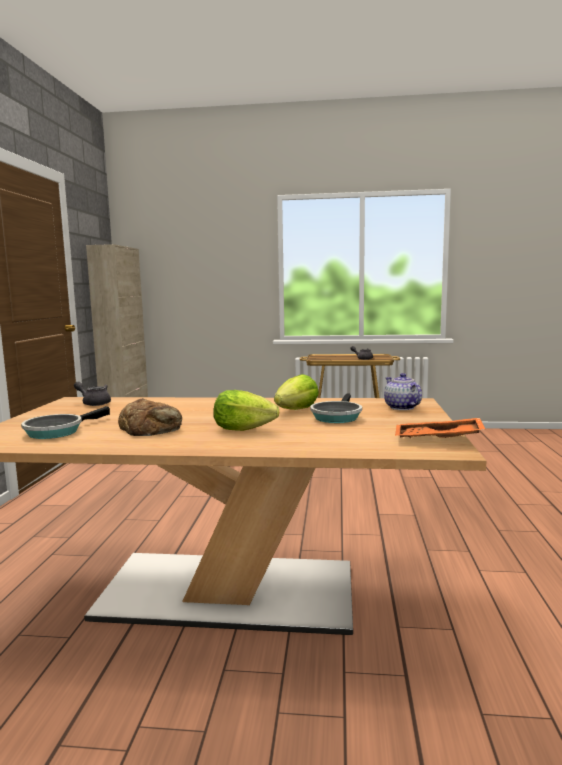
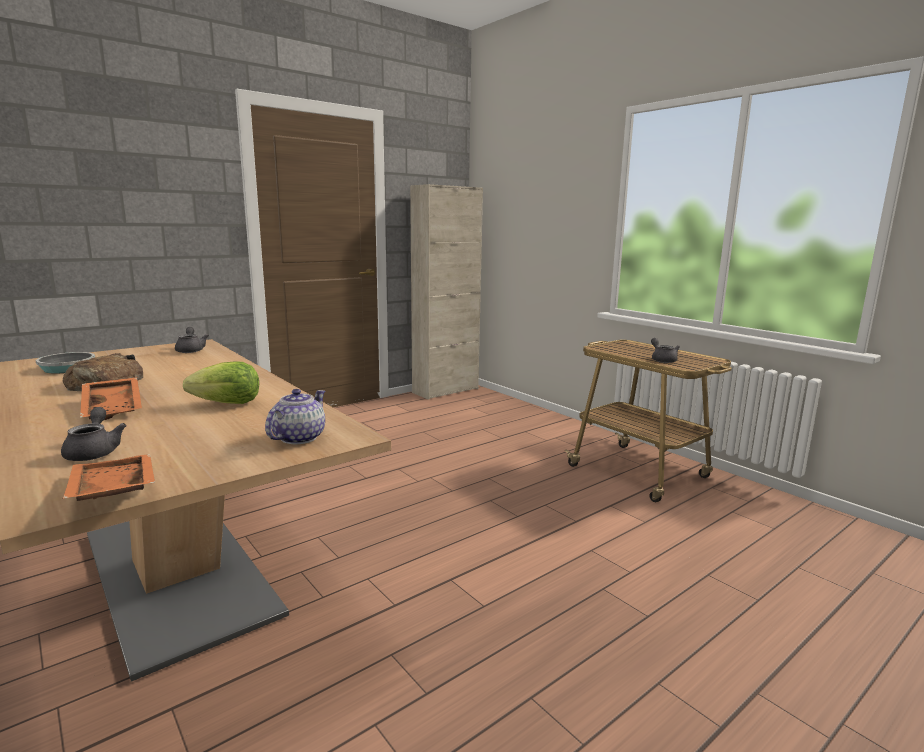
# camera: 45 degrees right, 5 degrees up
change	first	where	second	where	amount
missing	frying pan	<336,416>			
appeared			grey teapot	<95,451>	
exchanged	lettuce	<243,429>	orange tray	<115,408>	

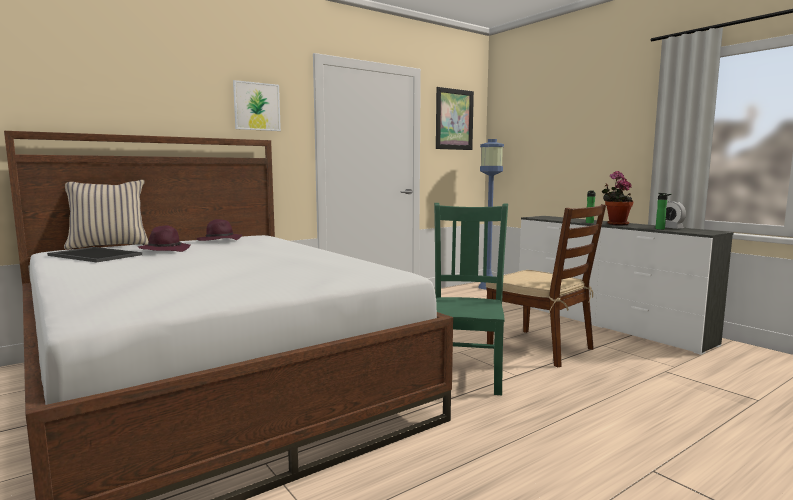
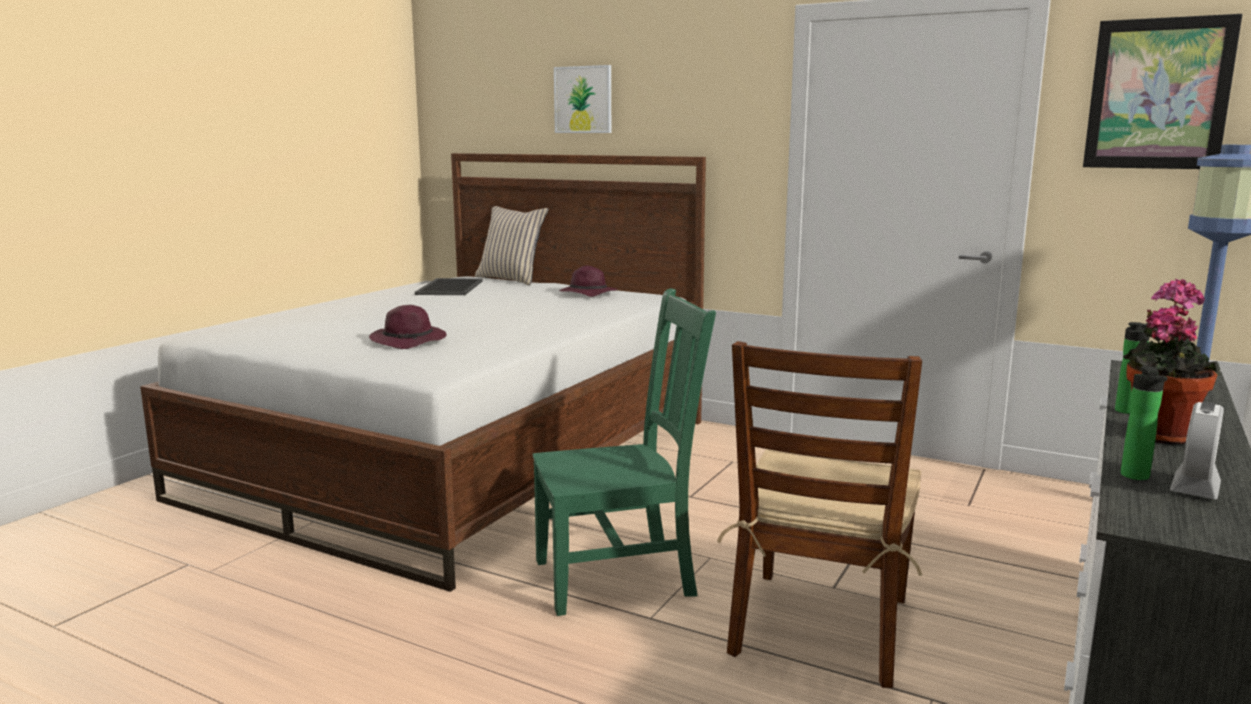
# camera: 65 degrees right, 5 degrees up
change	first	where	second	where	amount
relocated	purple hat	<165,250>		<410,341>	
relocated	picture	<257,106>		<583,99>	

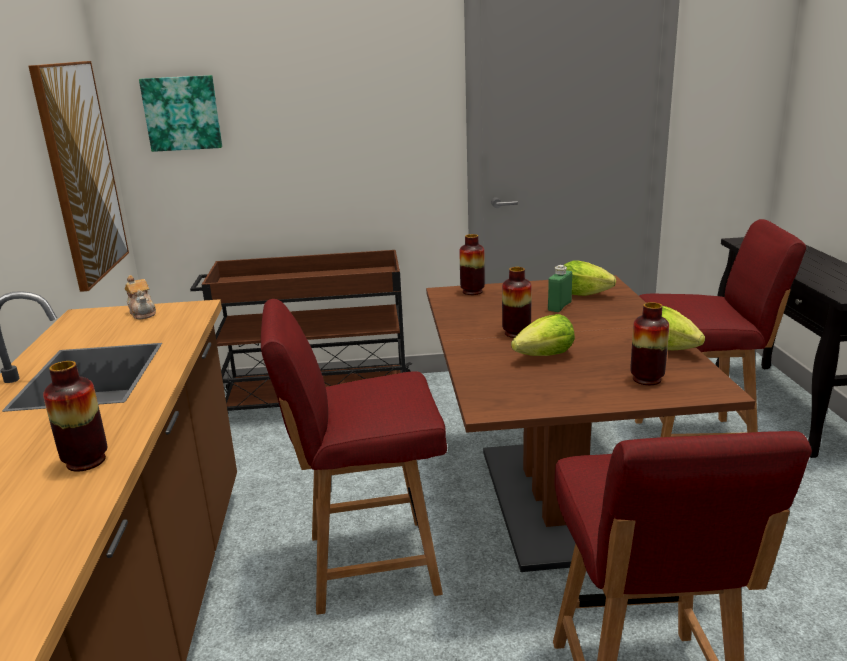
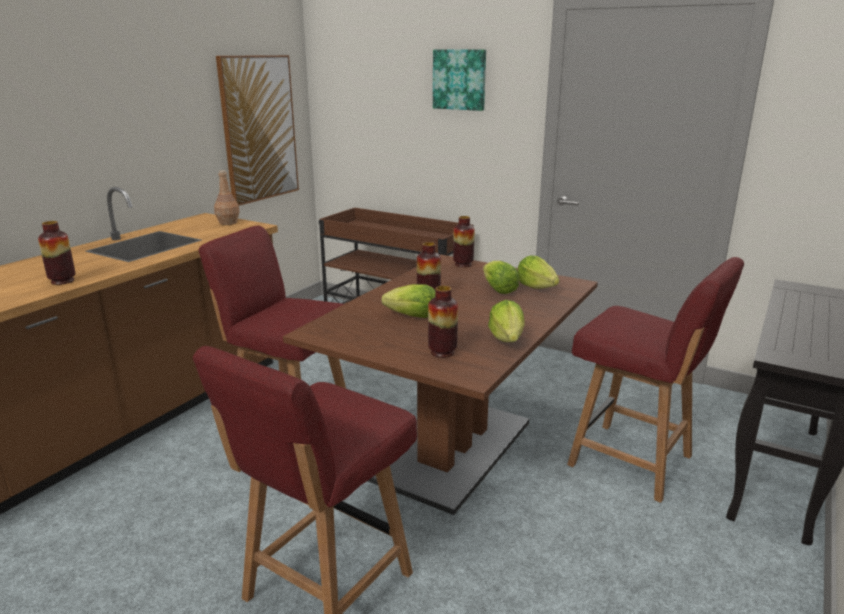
# camera: 35 degrees right, 0 degrees up
change	first	where	second	where	amount
relocated	picture	<182,113>		<460,79>	
exchanged	teapot	<143,313>	brown bottle	<228,222>	
exchanged	green bottle	<559,306>	lettuce	<498,290>	

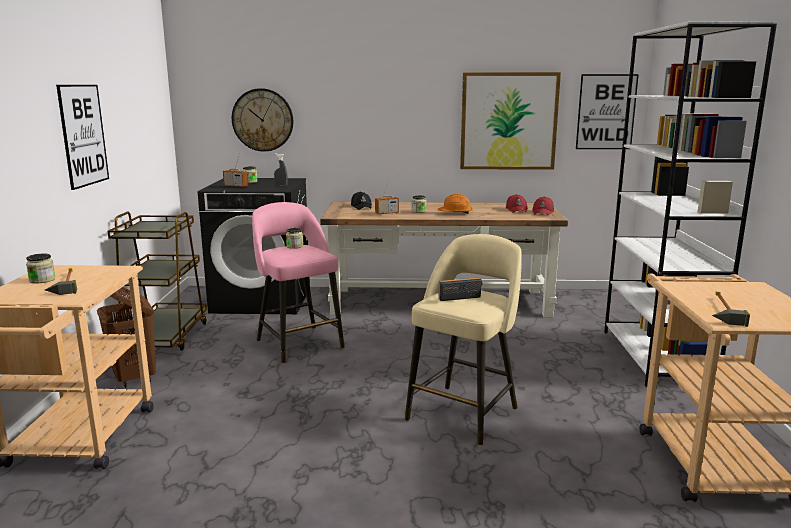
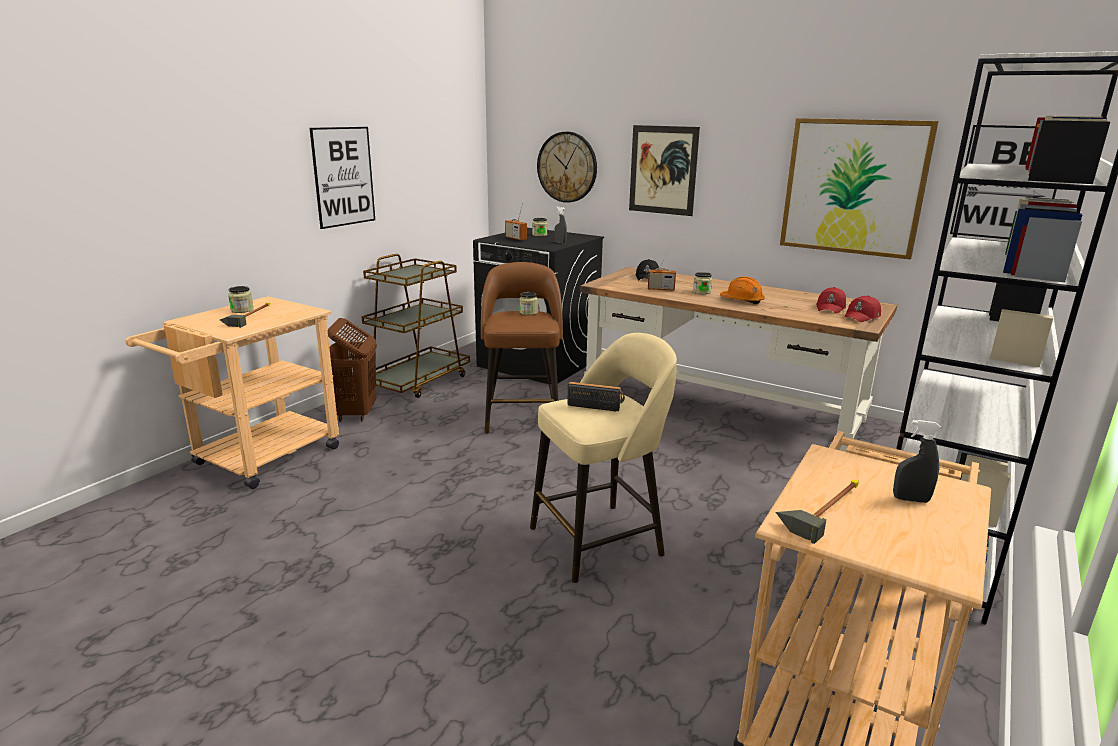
# camera: 30 degrees right, 5 degrees up
change	first	where	second	where	amount
appeared			picture	<663,170>	
appeared			grey spray bottle	<910,499>	
colour	pink stool	<298,343>	brown stool	<522,416>	

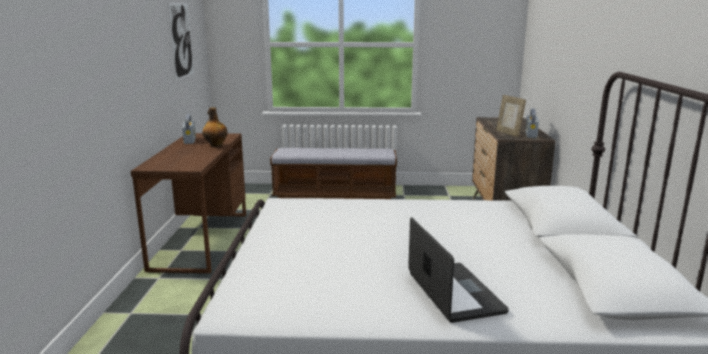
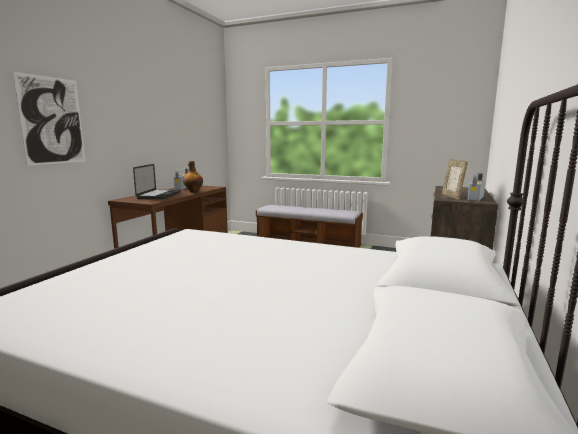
# camera: 20 degrees right, 5 degrees down
change	first	where	second	where	amount
relocated	picture	<181,40>		<52,121>	
relocated	laptop	<454,293>		<159,195>	

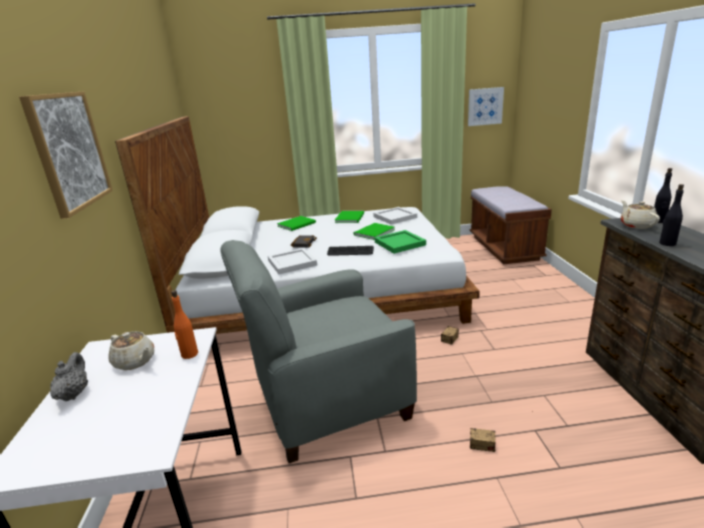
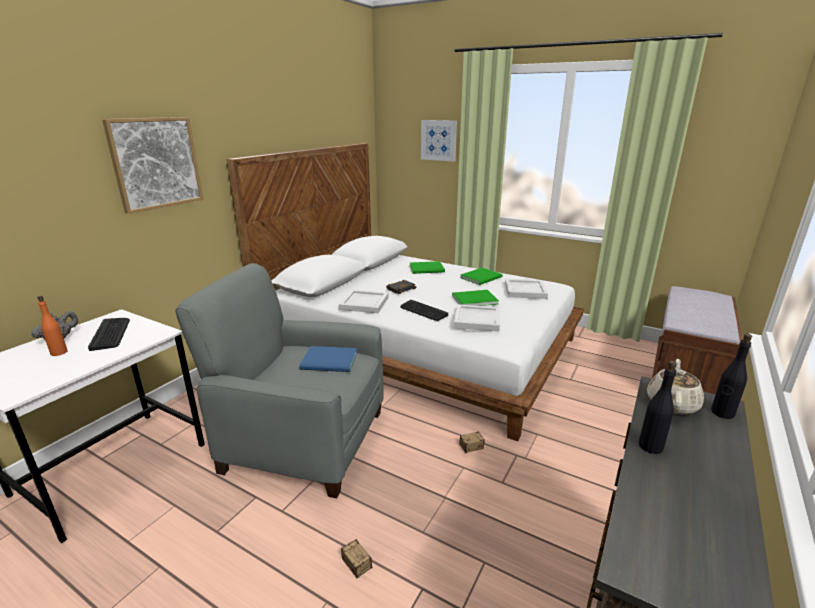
# camera: 35 degrees right, 0 degrees up
change	first	where	second	where	amount
appeared			blue book	<330,361>	
relocated	orange bottle	<189,354>		<58,352>	
relocated	picture	<485,106>		<438,140>	
exchanged	beige teapot	<135,362>	keyboard	<111,334>	
colour	green tray	<400,243>	white tray	<477,319>	

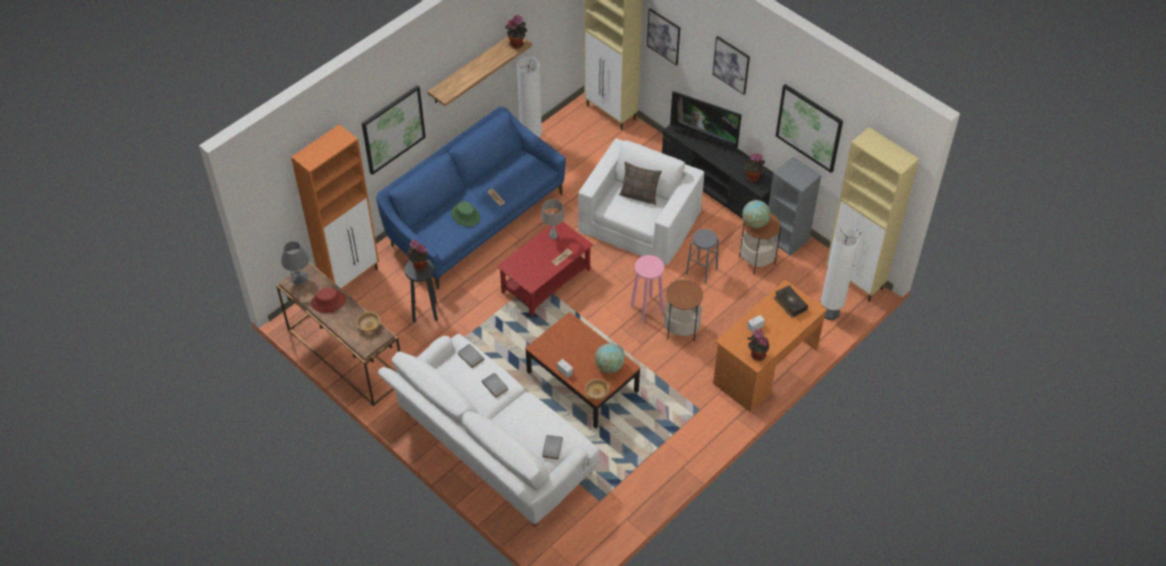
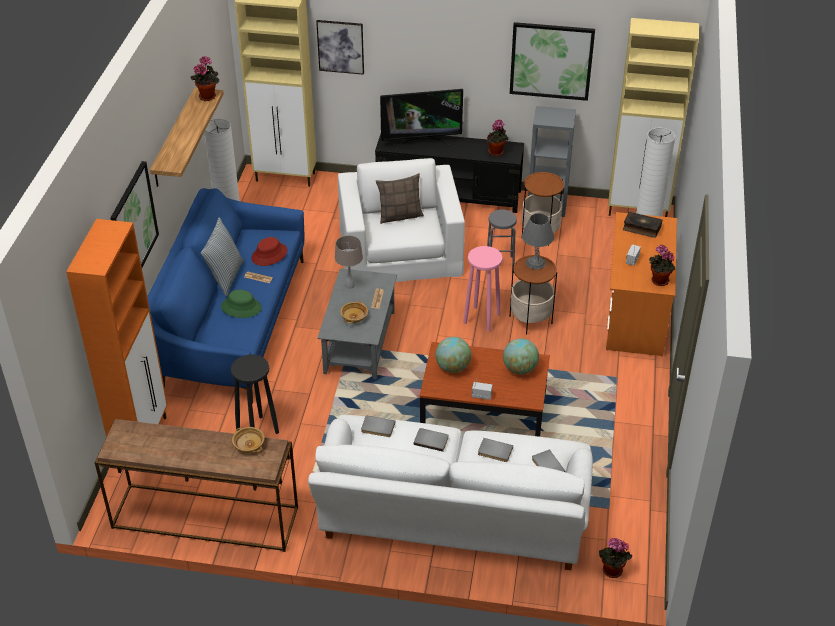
# camera: 35 degrees left, 10 degrees down
change	first	where	second	where	amount
missing	picture	<731,65>			
appeared			pillow	<225,277>	
appeared			grey book	<495,452>	
relocated	grey table lamp	<299,278>		<536,263>	
relocated	red hat	<328,302>		<269,255>	
relocated	potted plant	<419,265>		<611,571>	
relocated	beige bowl	<596,393>		<354,317>	
relocated	globe	<755,223>		<452,367>	
colour	red coffee table	<546,280>	grey coffee table	<359,341>	

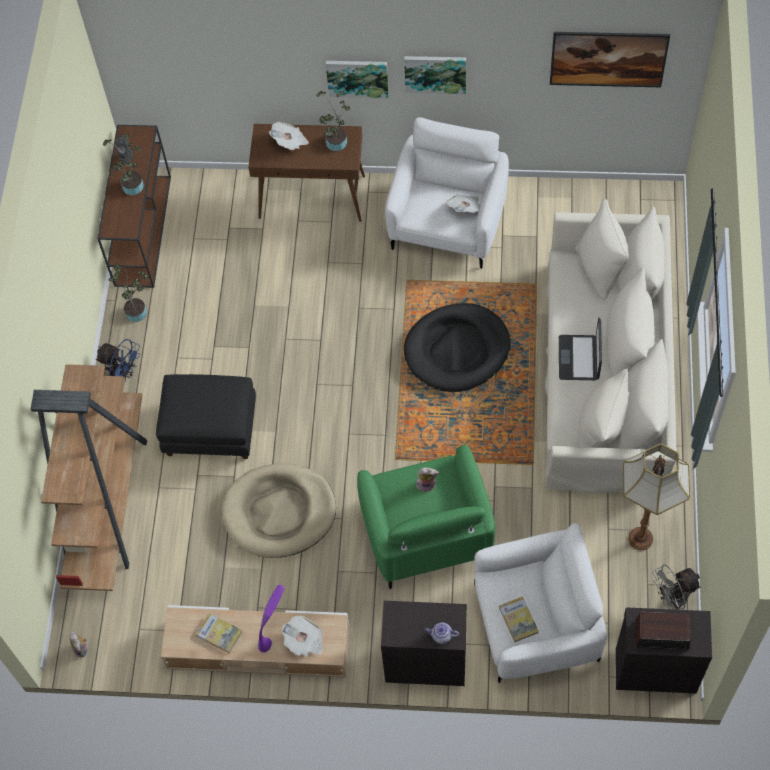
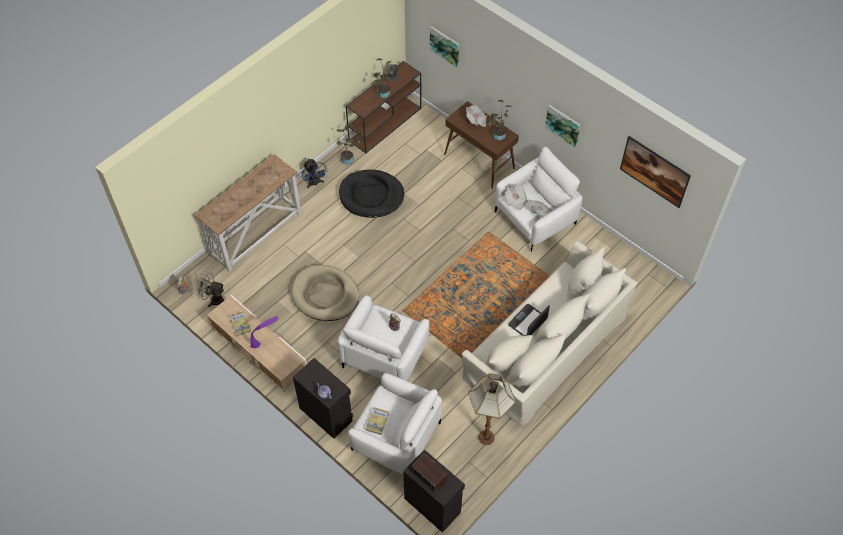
# camera: 35 degrees right, 5 degrees down
change	first	where	second	where	amount
missing	black ottoman	<210,430>			
relocated	newspaper	<304,641>		<516,201>	
relocated	picture	<357,77>		<445,46>	
relocated	black dog bed	<457,350>		<371,196>	
relocated	grey fan	<672,599>		<214,299>	
exchanged	brown bookcase	<107,499>	console table	<256,233>	
colour	green armchair	<426,531>	white armchair	<385,354>	

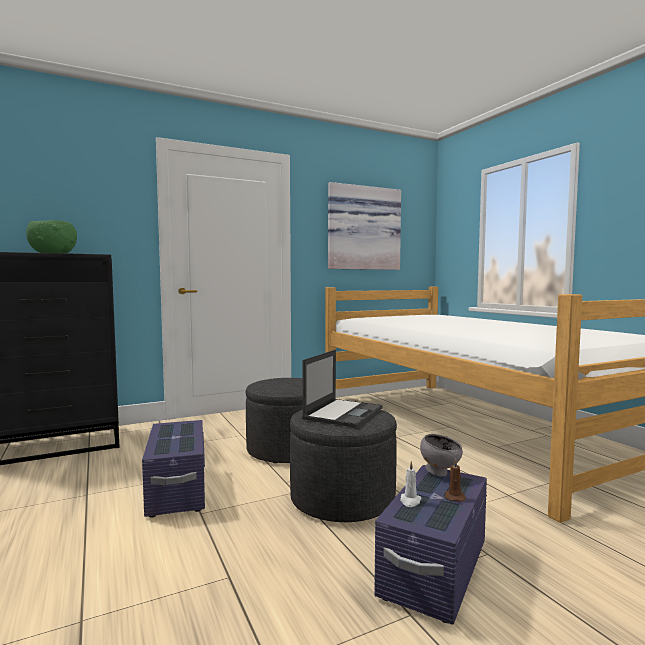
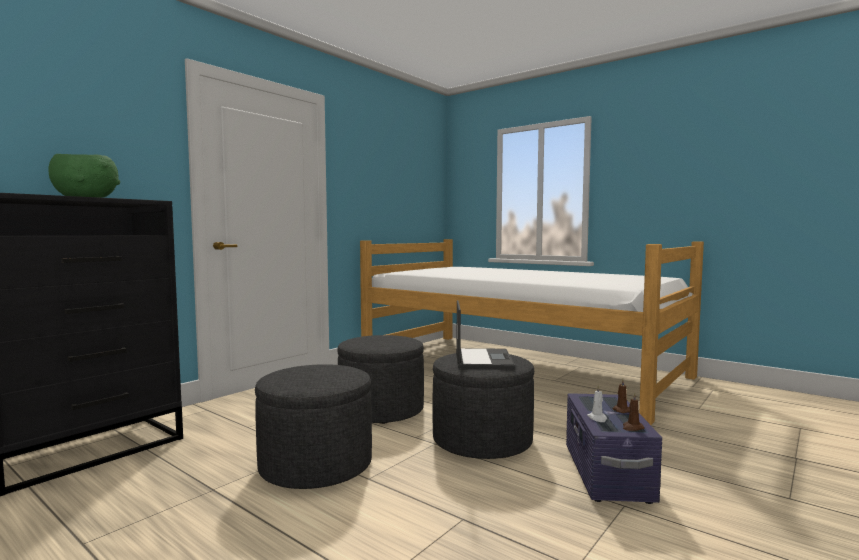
# camera: 25 degrees left, 0 degrees up
change	first	where	second	where	amount
missing	picture	<363,228>			
missing	grey bowl	<440,473>			
appeared			brown candle	<632,428>	
exchanged	purple storage box	<177,490>	grey ottoman	<316,465>	

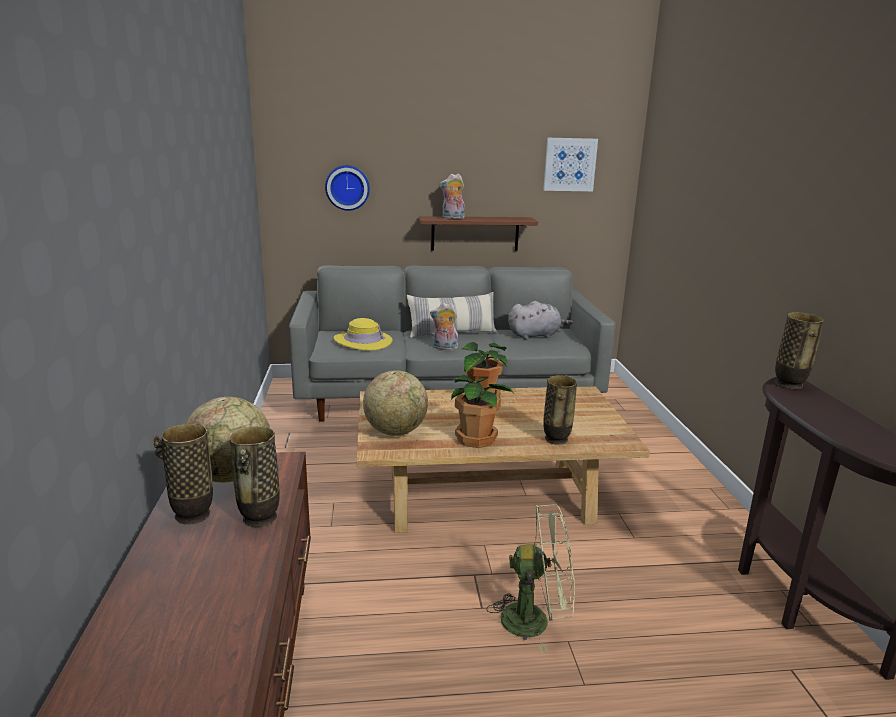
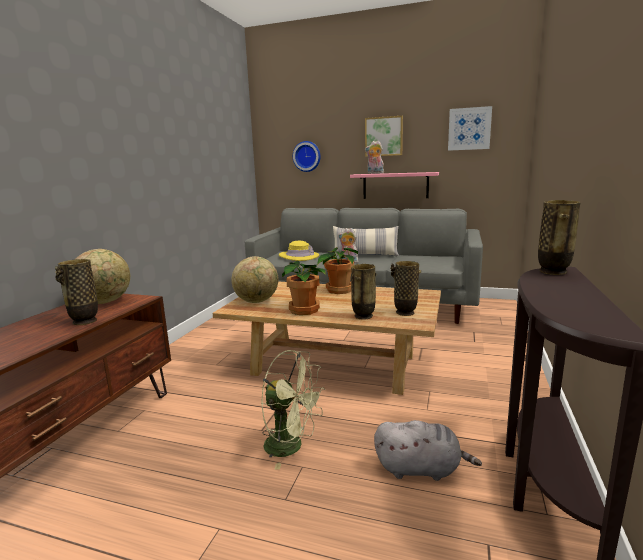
# camera: 25 degrees right, 5 degrees down
change	first	where	second	where	amount
appeared			picture	<384,136>	
relocated	vase	<193,515>		<405,313>	
relocated	grey plush toy	<535,335>		<421,469>	
colour	brown shelf	<475,233>	pink shelf	<395,185>	

